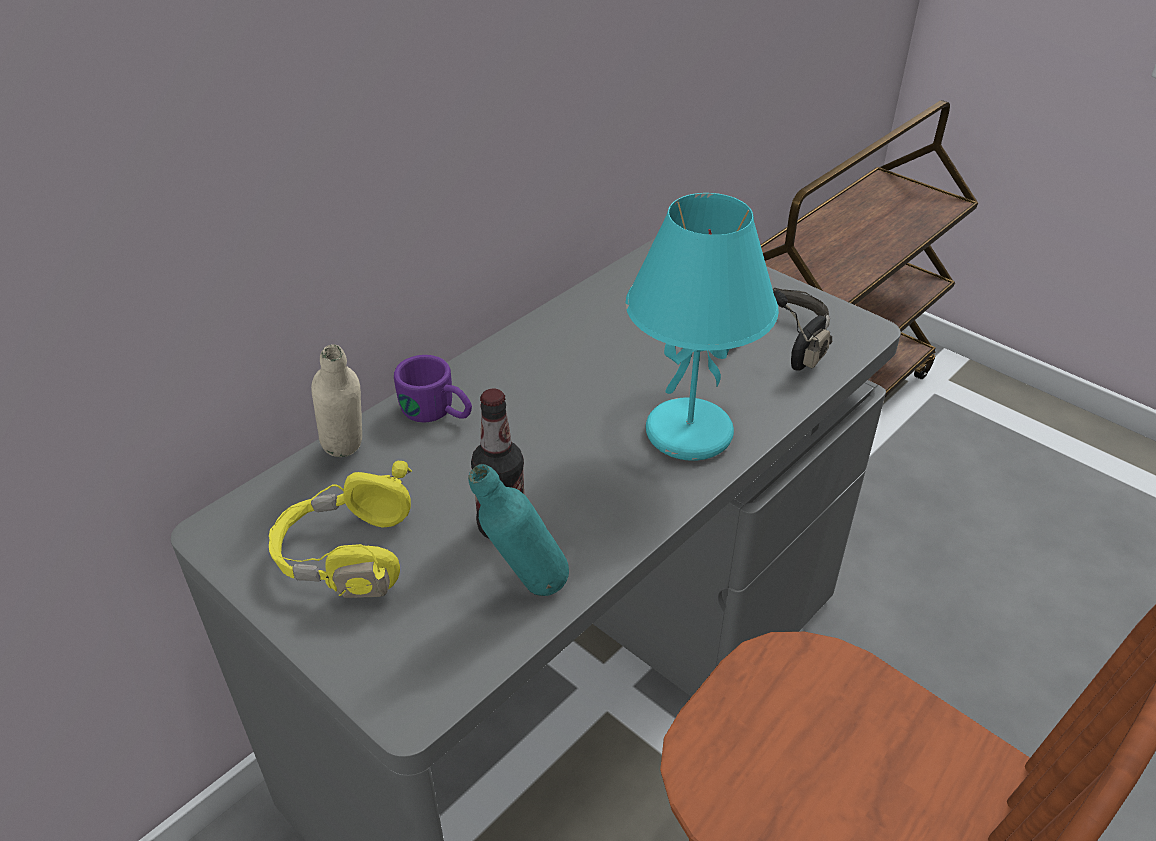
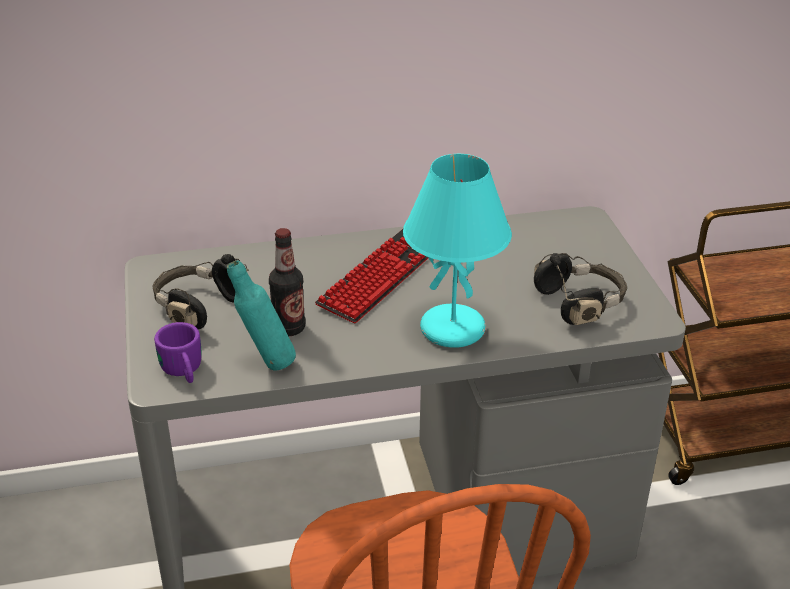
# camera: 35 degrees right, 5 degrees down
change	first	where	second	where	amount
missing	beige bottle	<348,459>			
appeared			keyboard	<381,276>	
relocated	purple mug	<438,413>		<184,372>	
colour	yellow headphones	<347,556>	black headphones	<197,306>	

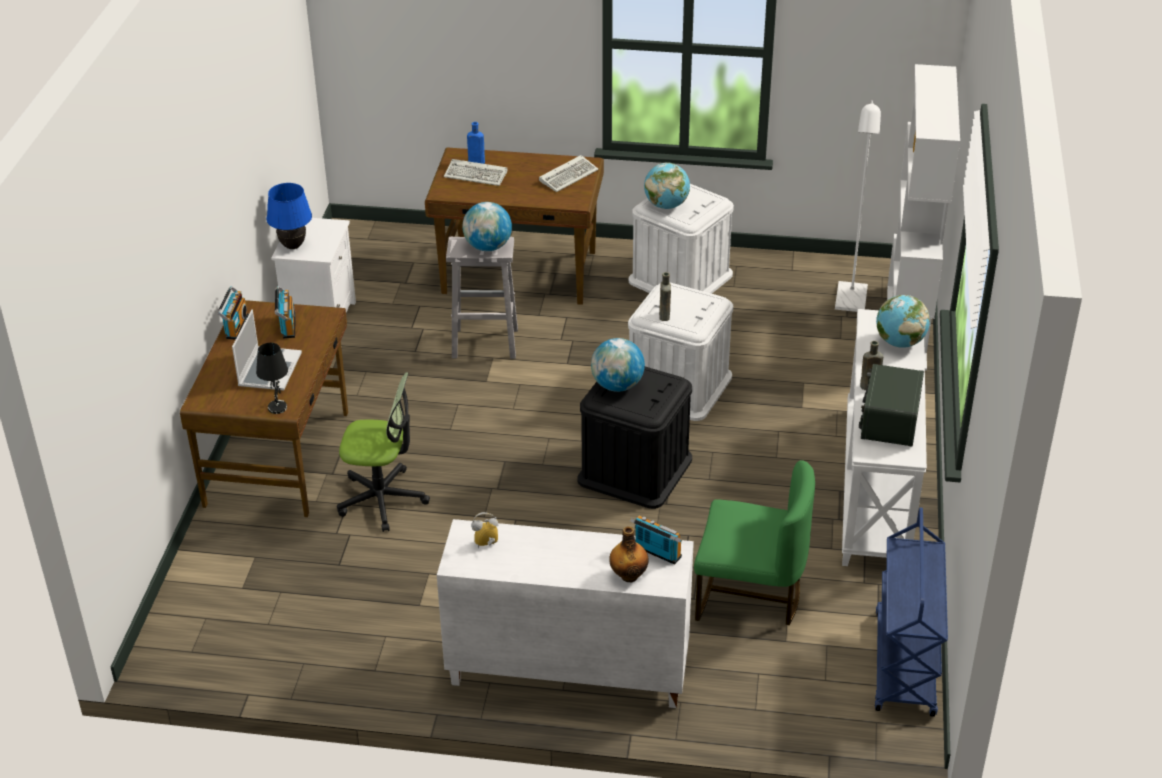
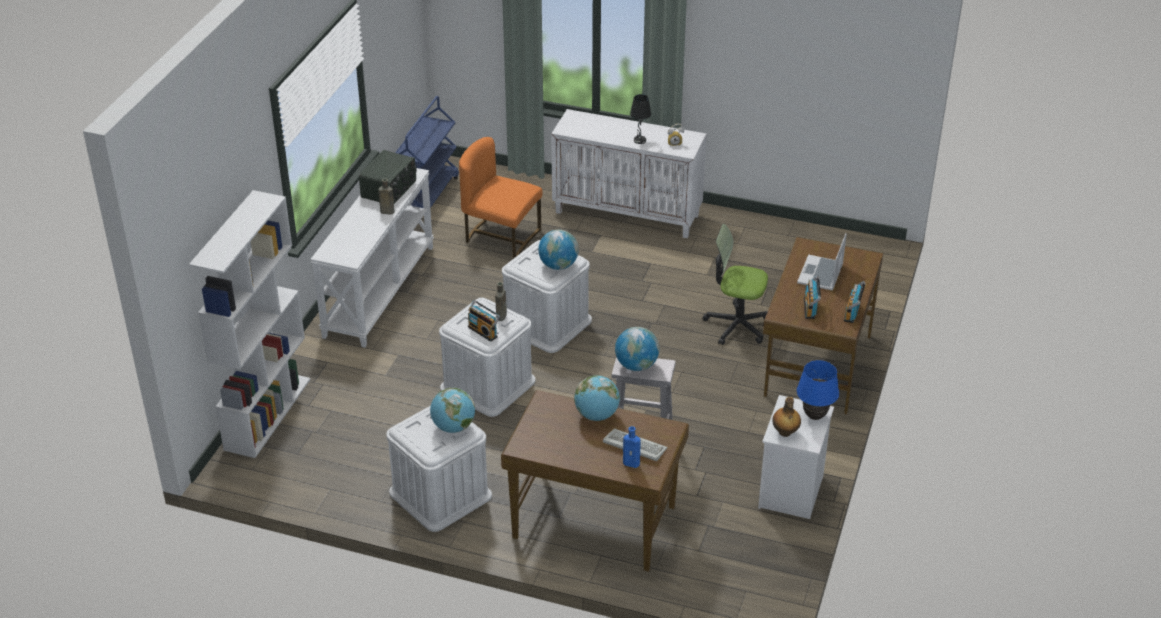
# camera: 170 degrees left, 0 degrees up
change	first	where	second	where	amount
missing	keyboard	<569,175>			
missing	white floor lamp	<850,303>			
relocated	black table lamp	<277,407>		<640,140>	
relocated	bottle	<629,575>		<785,432>	
relocated	radio	<655,553>		<484,331>	
relocated	globe	<899,342>		<597,415>	
colour	black storage box	<635,469>	white storage box	<546,323>	
colour	green chair	<749,596>	orange chair	<501,238>	

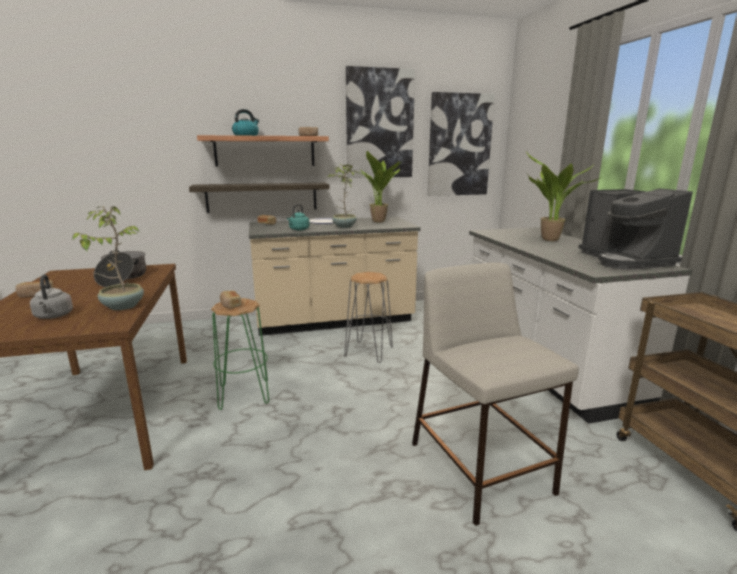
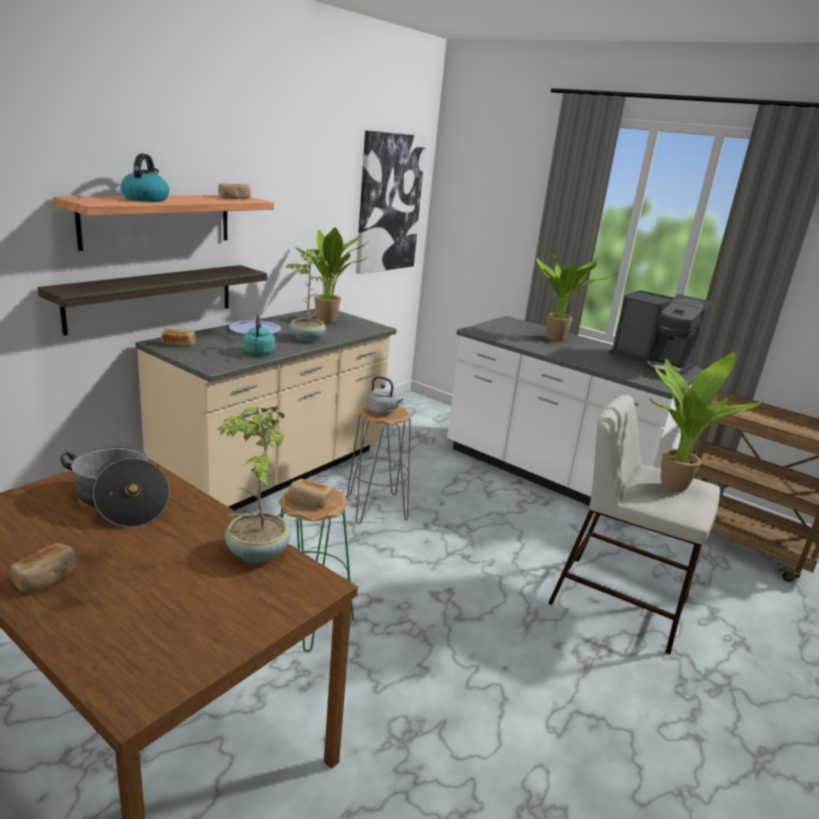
# camera: 40 degrees left, 5 degrees up
change	first	where	second	where	amount
missing	picture	<379,124>			
appeared			potted plant	<669,485>	
relocated	grey kettle	<53,316>		<382,412>	

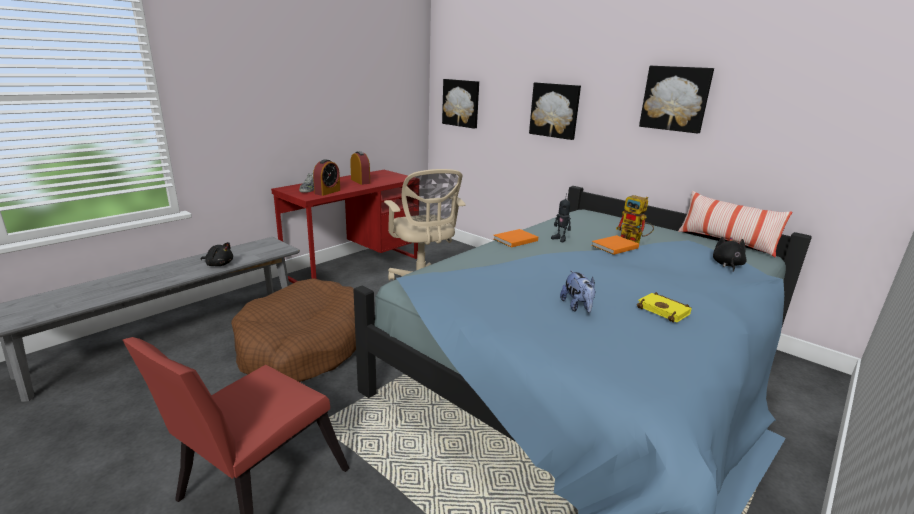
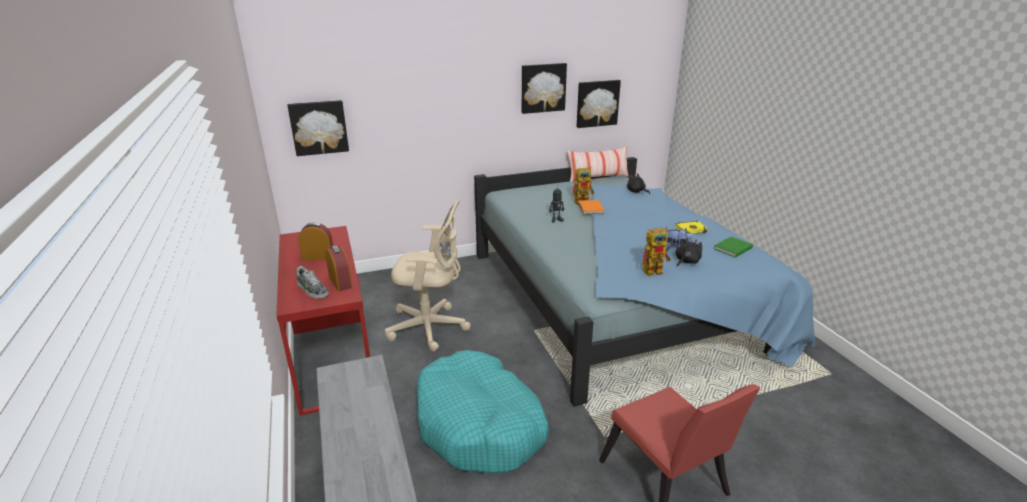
# camera: 60 degrees left, 5 degrees up
change	first	where	second	where	amount
missing	orange book	<514,240>			
appeared			toy robot	<655,271>	
appeared			green book	<731,248>	
relocated	black plush toy	<219,264>		<686,261>	
relocated	picture	<555,110>		<597,103>	
colour	brown dog bed	<304,346>	turquoise dog bed	<479,425>	

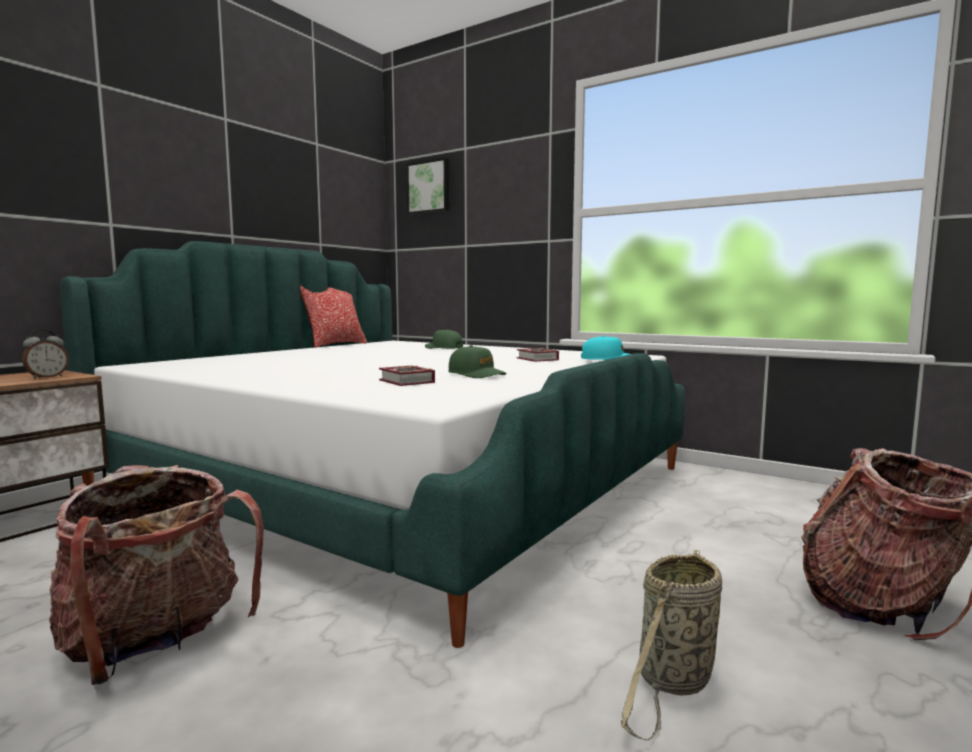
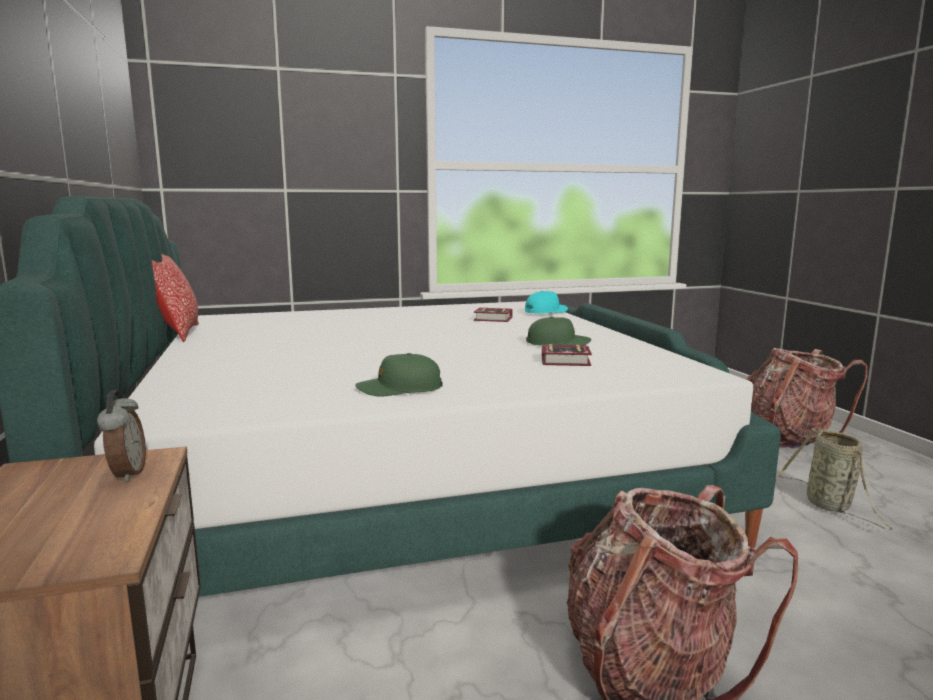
# camera: 50 degrees left, 5 degrees up
change	first	where	second	where	amount
missing	picture	<429,187>			
relocated	green cap	<443,348>		<399,389>	

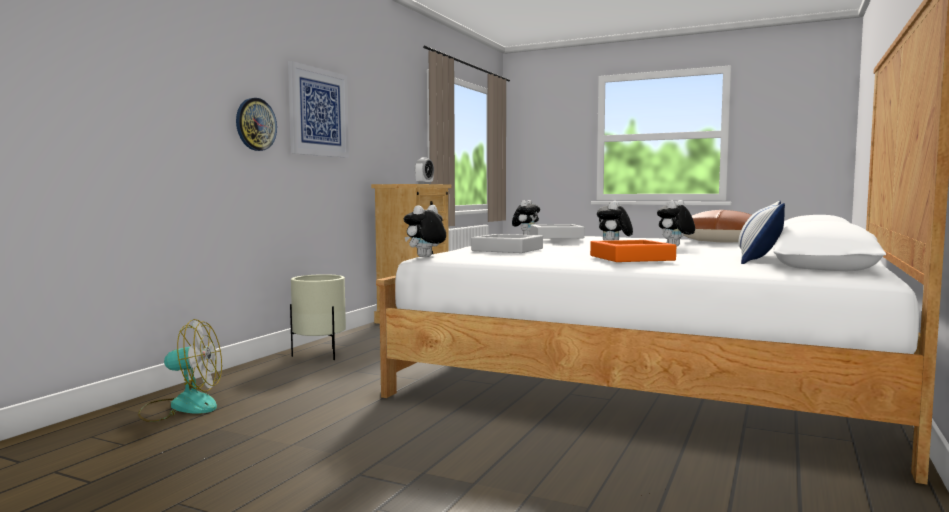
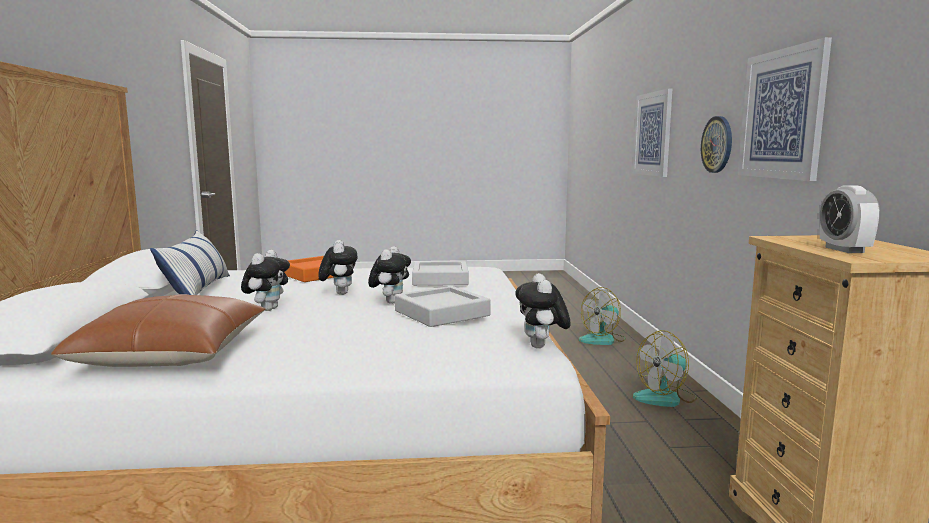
# camera: 150 degrees right, 5 degrees up
change	first	where	second	where	amount
appeared			picture	<653,134>	
relocated	plush toy	<425,257>		<390,302>	
exchanged	beige planter	<320,355>	fan	<665,398>	

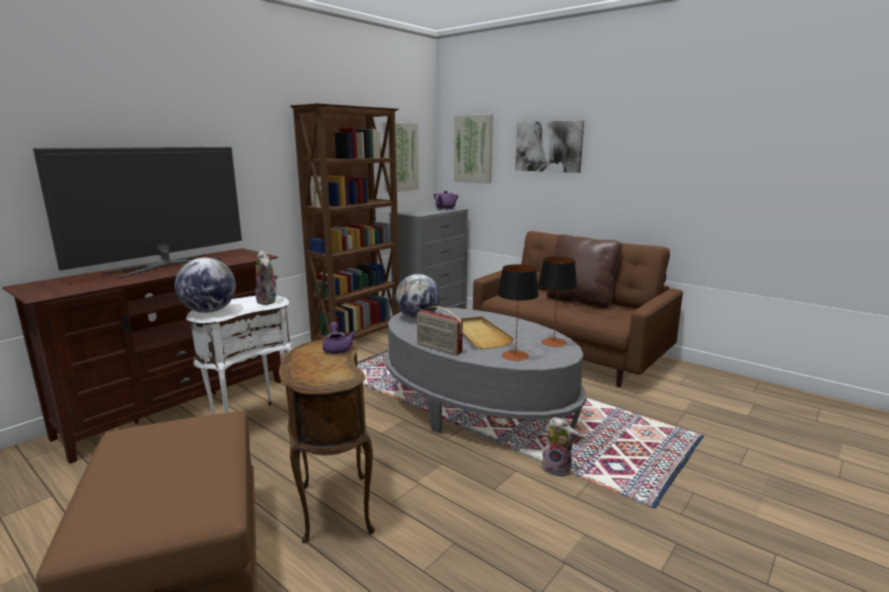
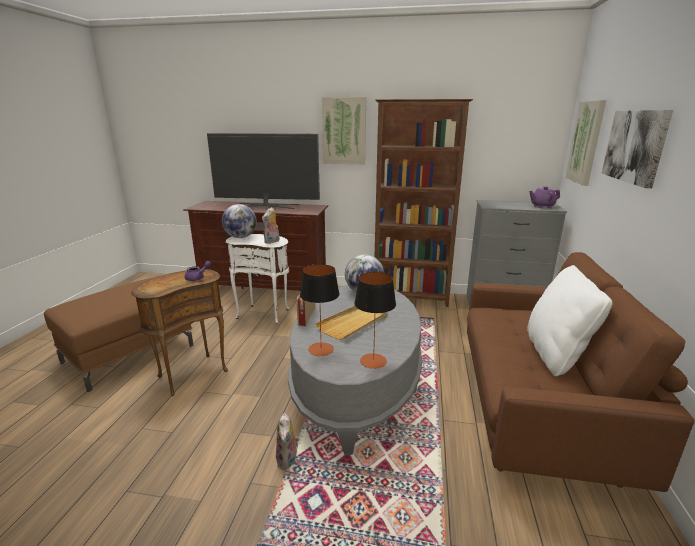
# camera: 60 degrees right, 5 degrees up
change	first	where	second	where	amount
relocated	picture	<400,157>		<344,131>	
colour	brown pillow	<580,301>	white pillow	<556,354>	

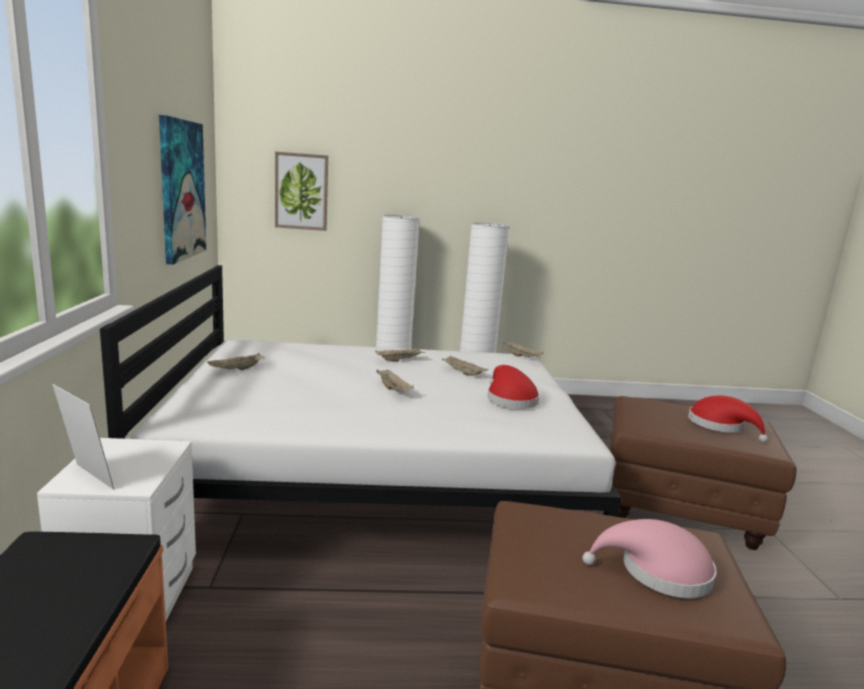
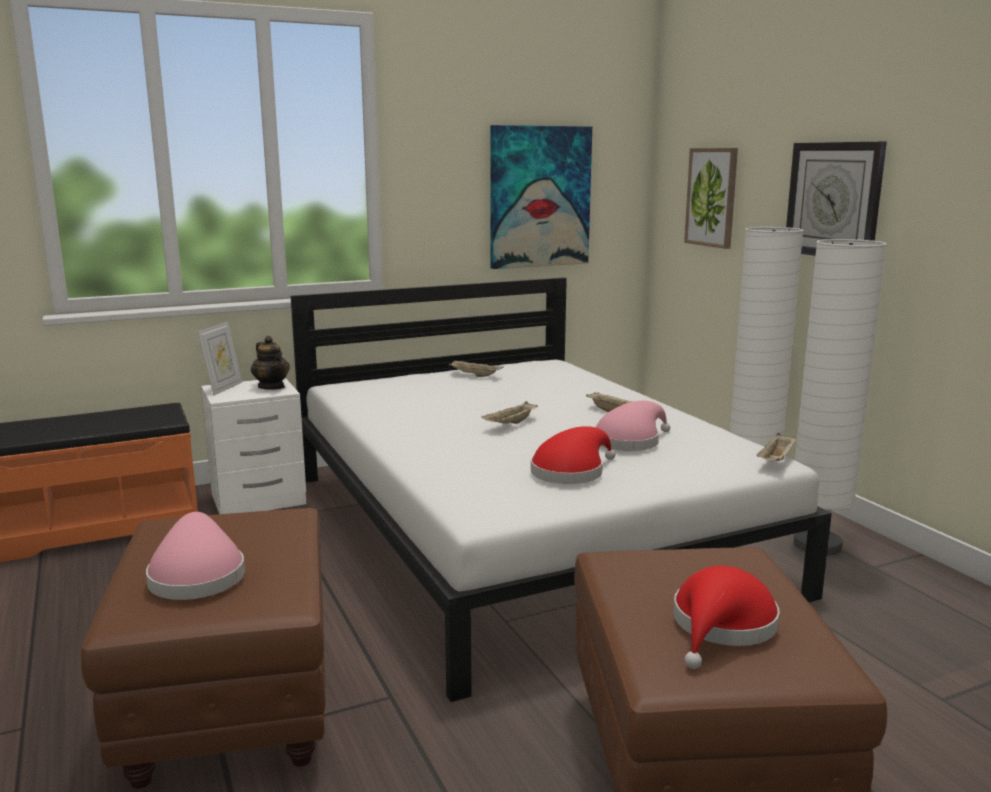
# camera: 70 degrees right, 0 degrees up
change	first	where	second	where	amount
appeared			teapot	<272,387>	
appeared			wall clock	<834,200>	
exchanged	beige tray	<462,373>	pink hat	<630,441>	

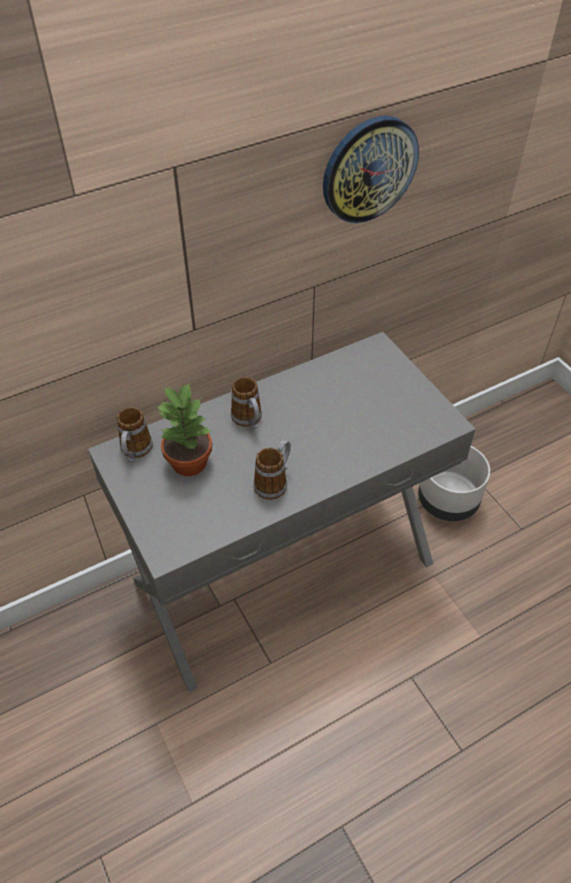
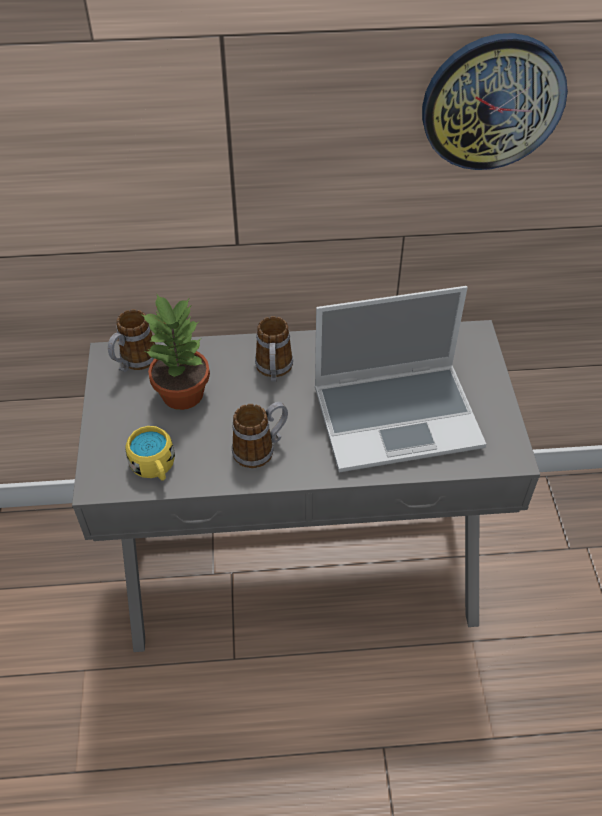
# camera: 25 degrees right, 0 degrees up
change	first	where	second	where	amount
missing	grey planter	<448,500>			
appeared			yellow mug	<155,467>	
appeared			laptop	<398,416>	

